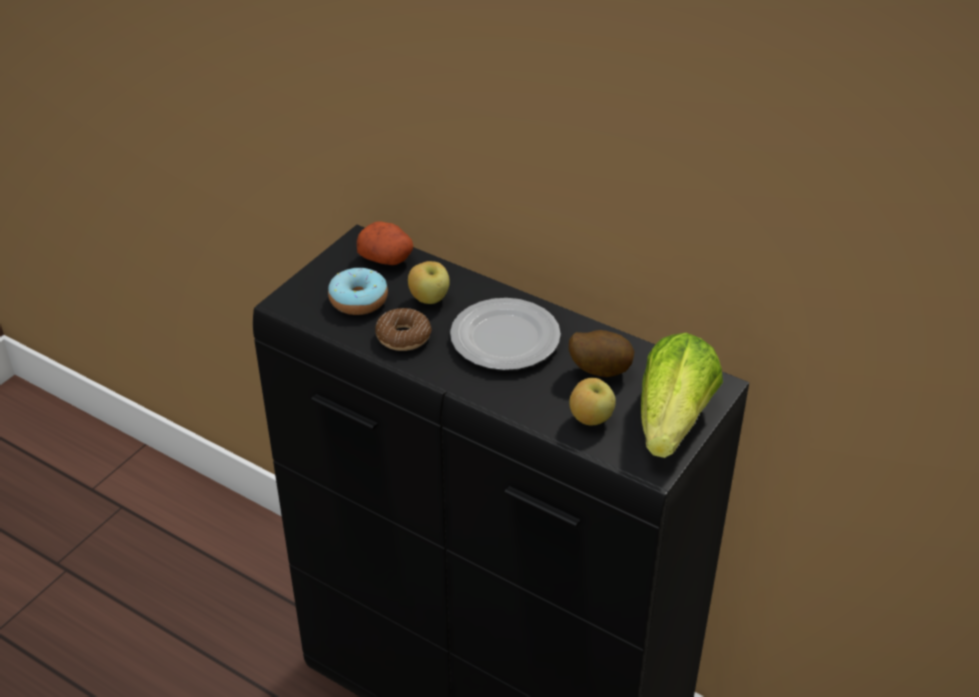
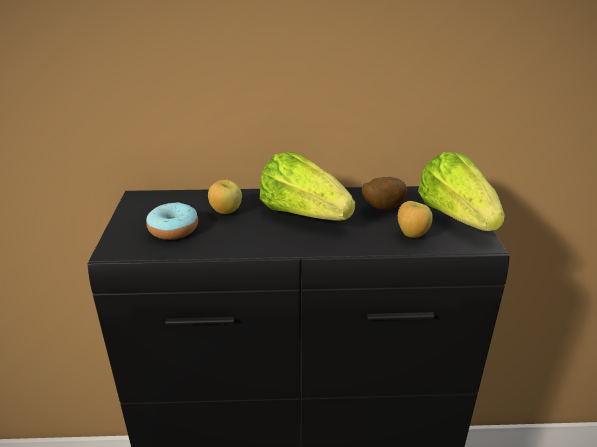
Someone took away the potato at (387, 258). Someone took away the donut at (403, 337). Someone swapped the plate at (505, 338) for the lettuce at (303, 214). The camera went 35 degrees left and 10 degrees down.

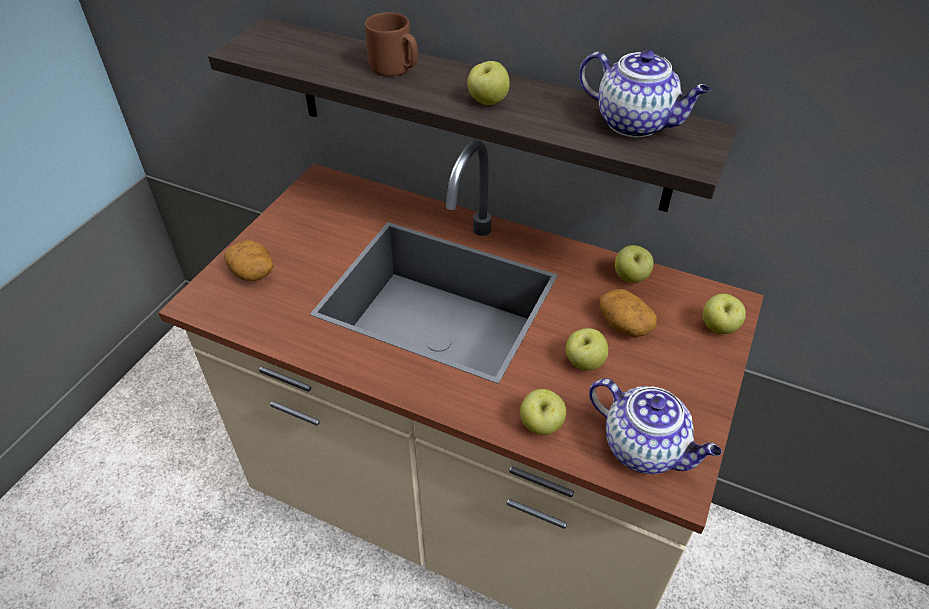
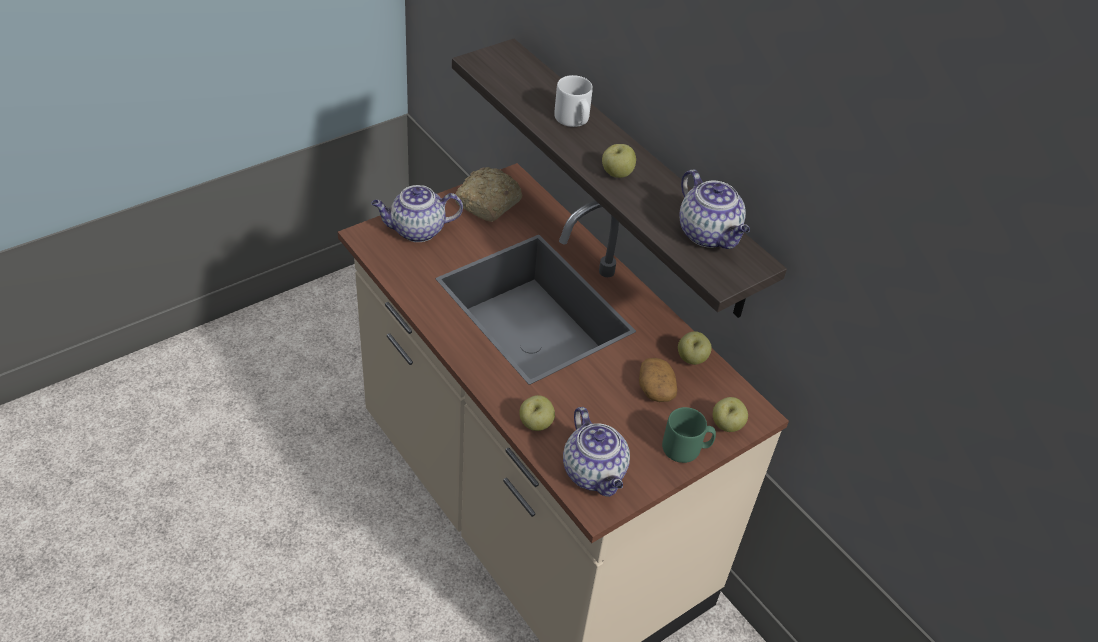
Someone took away the apple at (584, 363). Someone put down the bread at (486, 204). Someone put down the green mug at (686, 448). Someone swapped the potato at (253, 272) for the teapot at (416, 230). Someone repainted the brown mug at (395, 68), which became the white mug at (573, 120). The camera went 25 degrees right and 0 degrees up.

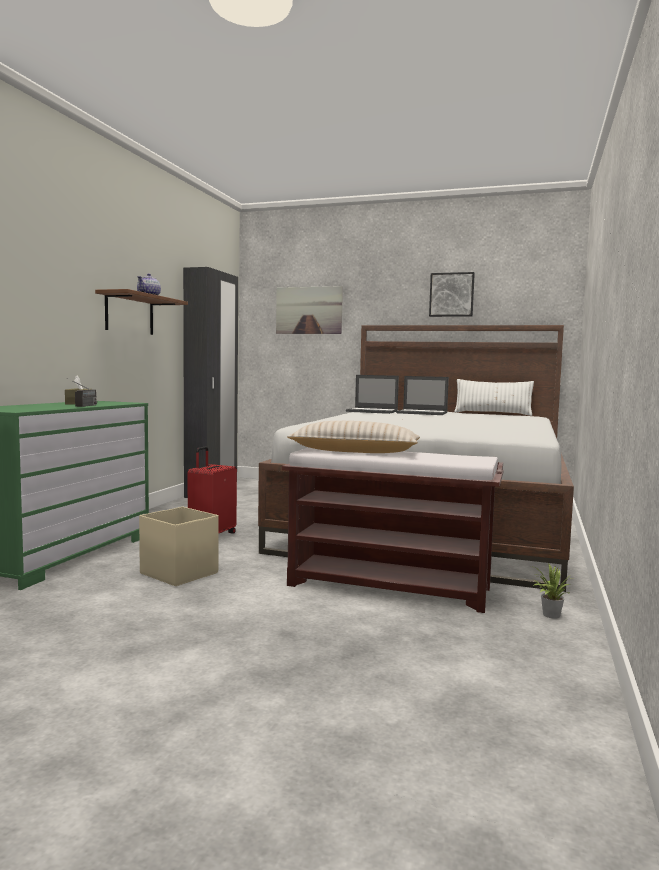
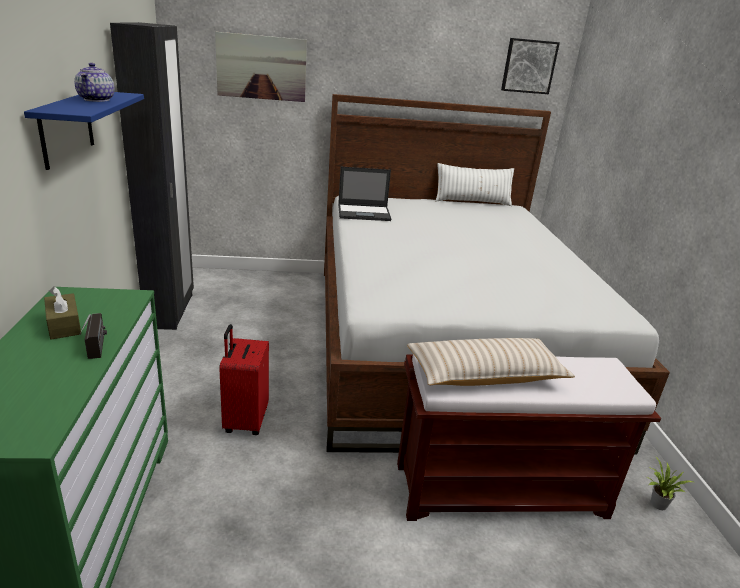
Someone took away the beige storage box at (179, 573). Someone took away the laptop at (423, 413). Someone carried the picture from (451, 295) to (528, 66). Someone repainted the brown shelf at (129, 314), which became the blue shelf at (66, 128). The camera went 25 degrees left and 20 degrees up.

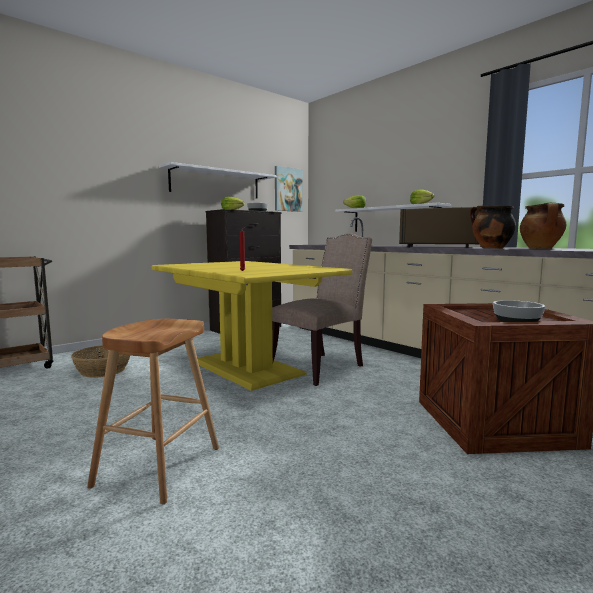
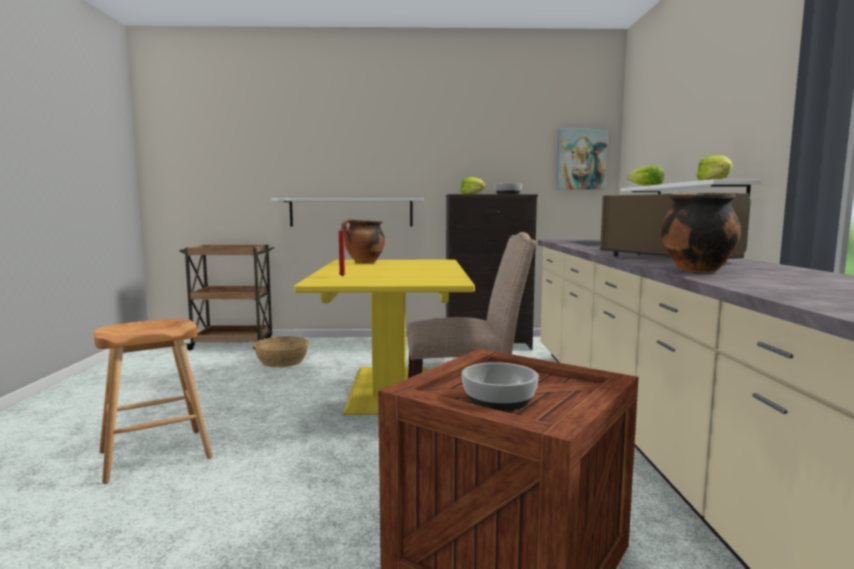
Someone carried the white shelf from (216, 183) to (351, 212). Someone carried the cooking pot from (541, 248) to (364, 263). The camera went 40 degrees right and 0 degrees up.

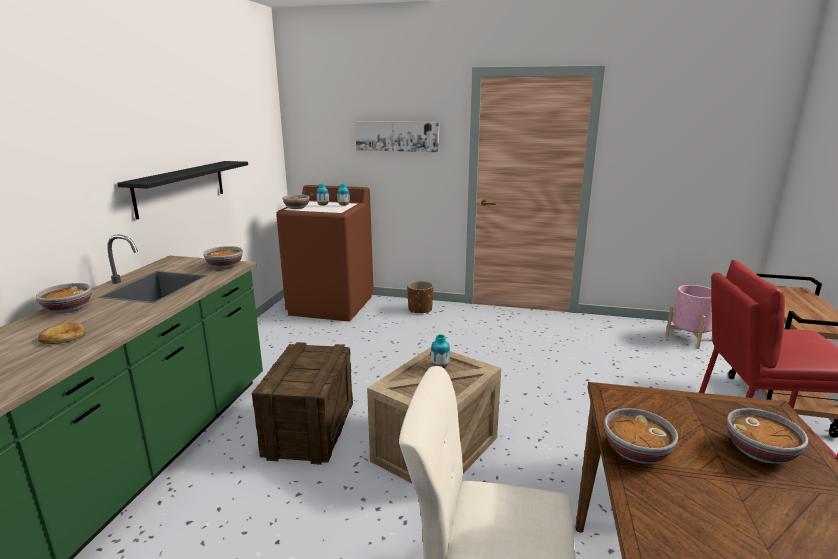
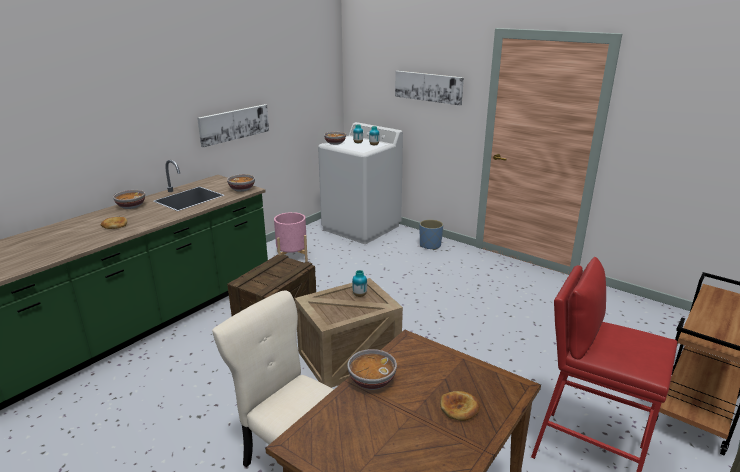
Someone carried the pink planter from (689, 338) to (292, 256). Someone swapped the black shelf at (181, 187) for the picture at (234, 124). Someone swapped the bowl at (760, 452) for the bread at (459, 408). Someone repainted the brown washing machine at (331, 305), which became the white washing machine at (361, 228). Someone repainted the brown planter at (420, 310), which became the blue planter at (430, 245). The camera went 25 degrees right and 5 degrees up.

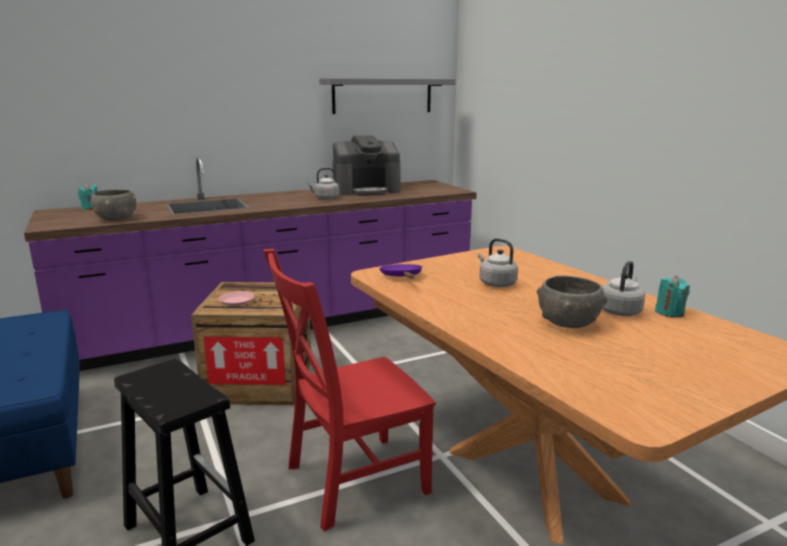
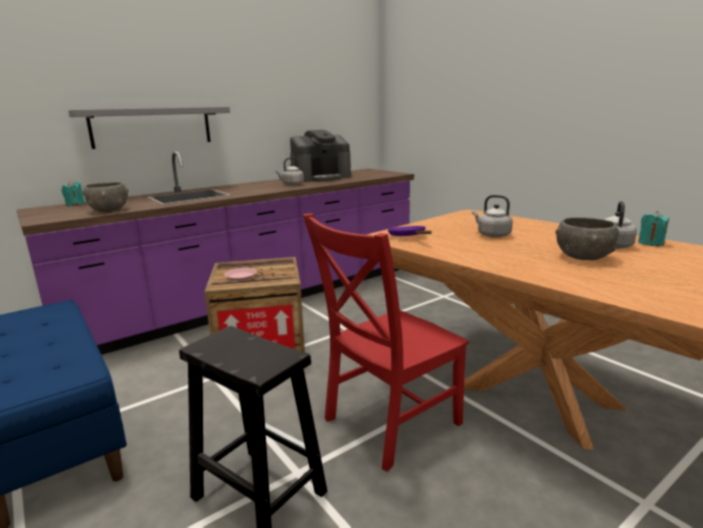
Someone carried the grey shelf from (382, 96) to (152, 127). The camera went 10 degrees left and 0 degrees up.

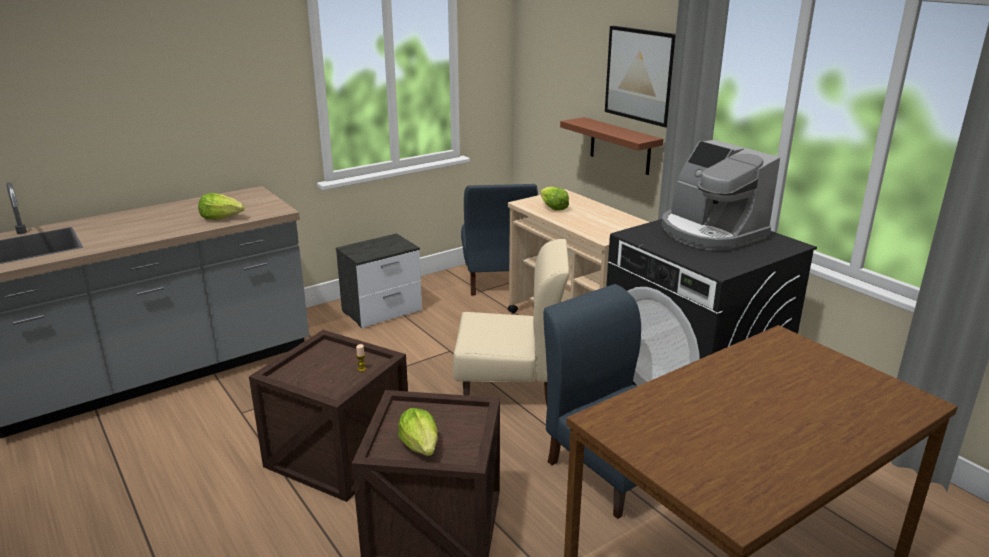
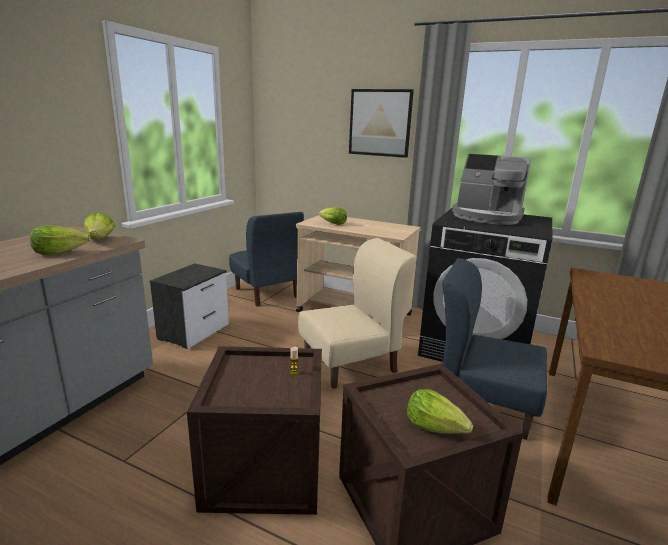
Someone took away the brown shelf at (620, 146). Someone put down the lettuce at (100, 240). The camera went 30 degrees left and 5 degrees down.

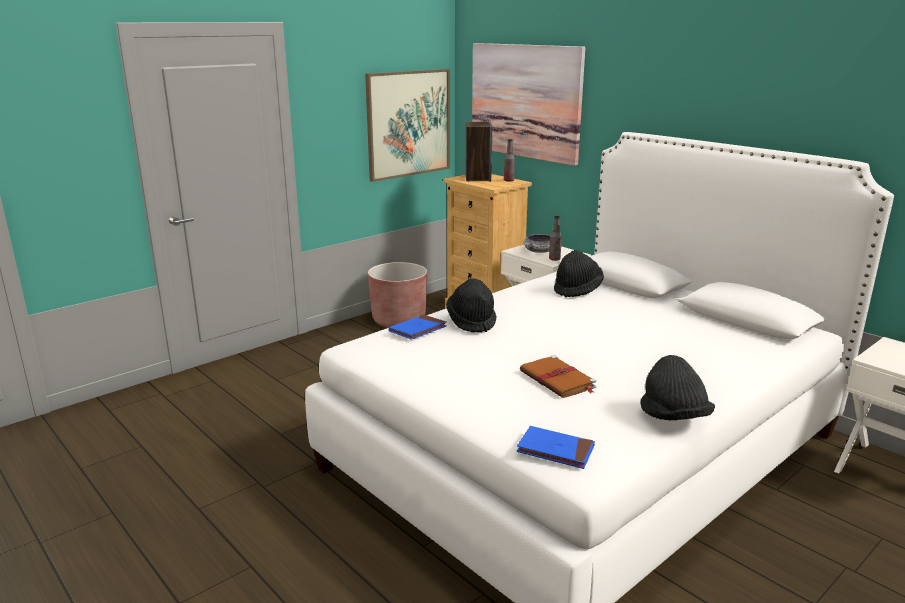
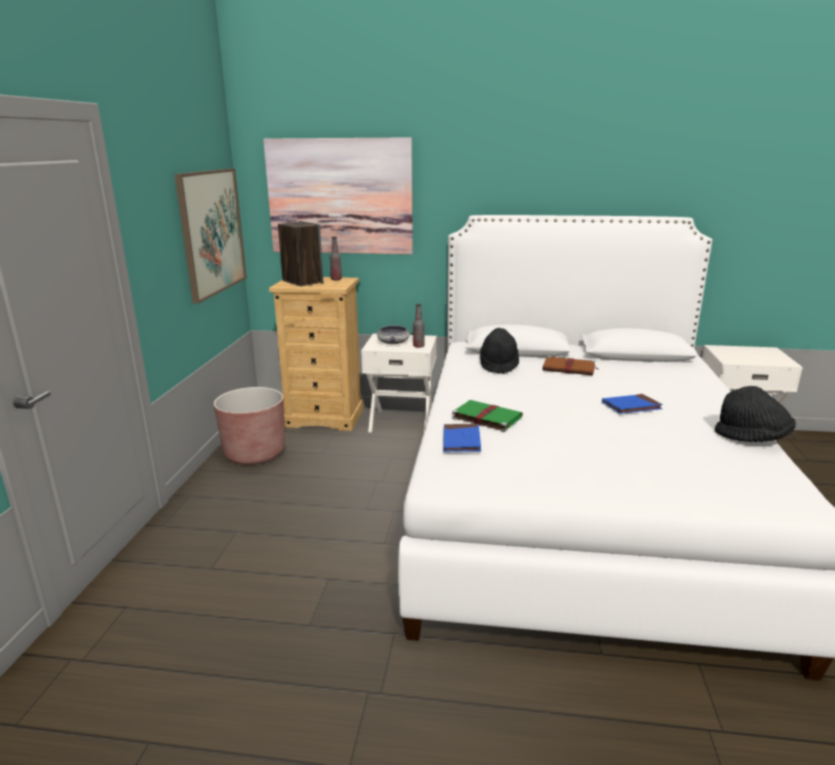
Someone carried the blue book from (555, 450) to (631, 406). Someone carried the brown book from (558, 380) to (570, 368). Someone swapped the black hat at (472, 321) for the green book at (485, 417). The camera went 40 degrees left and 0 degrees up.

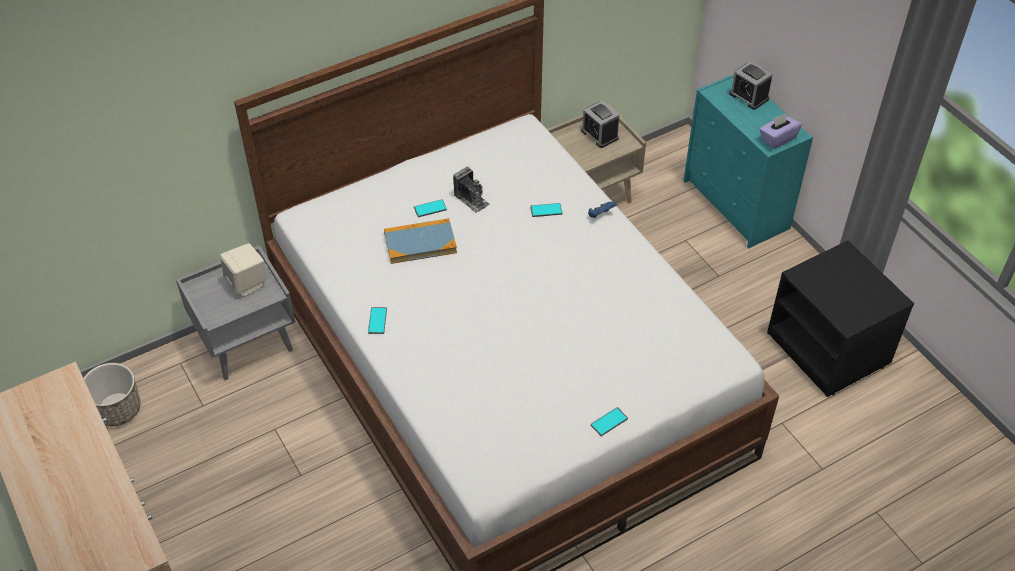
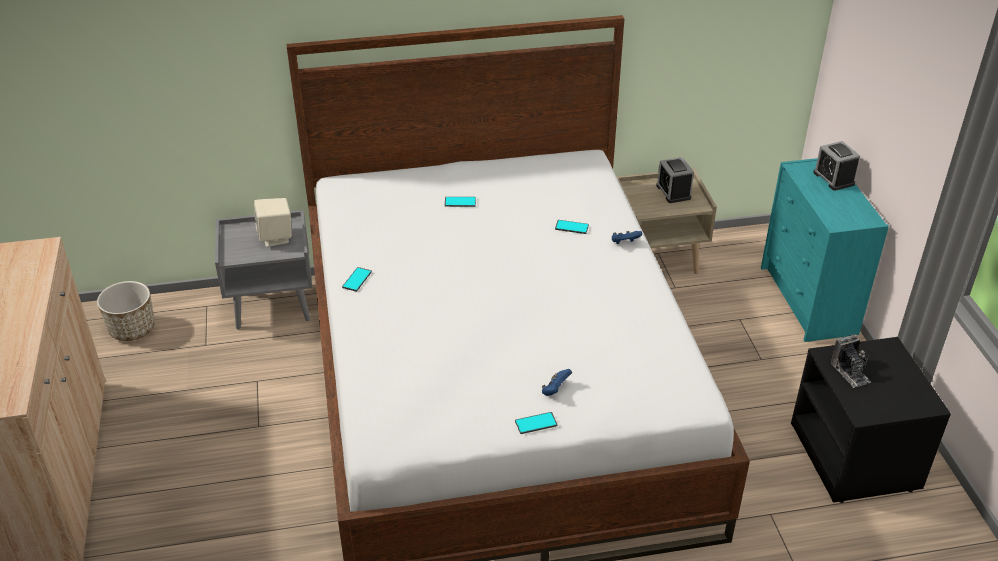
Someone took away the book at (420, 243). Someone took away the purple tissue box at (777, 139). Someone put down the blue game controller at (555, 390). Someone carried the photo camera from (471, 199) to (850, 372). The camera went 20 degrees right and 10 degrees down.

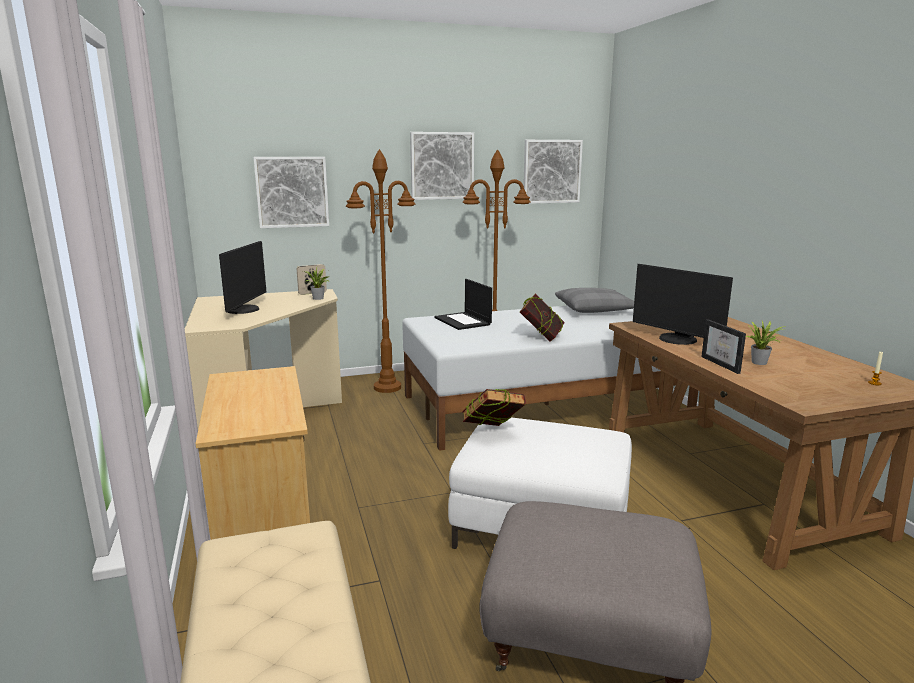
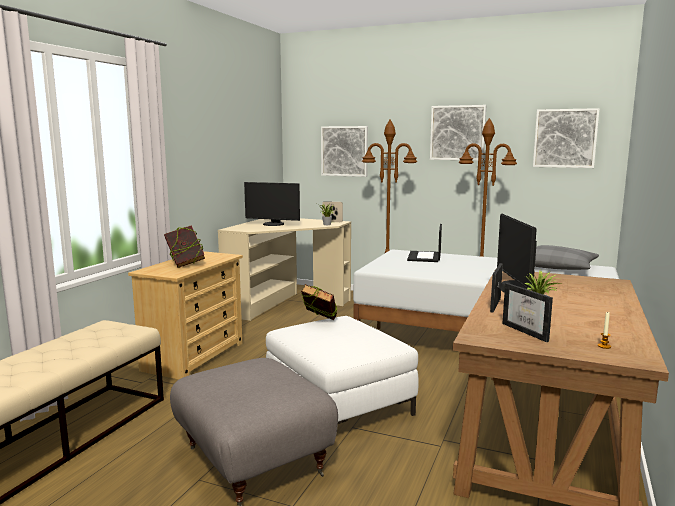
Someone put down the picture frame at (530, 332). Someone carried the book from (541, 337) to (185, 264). Someone rotated the monitor at (244, 310) by 60 degrees clockwise. The camera went 40 degrees right and 5 degrees down.

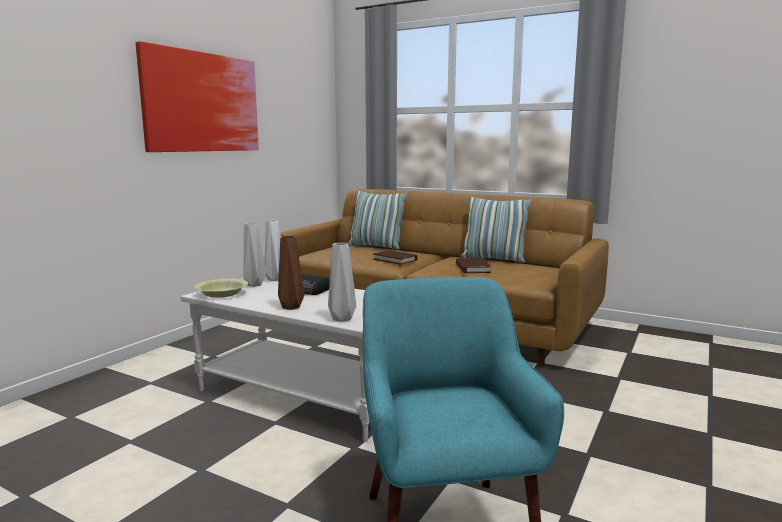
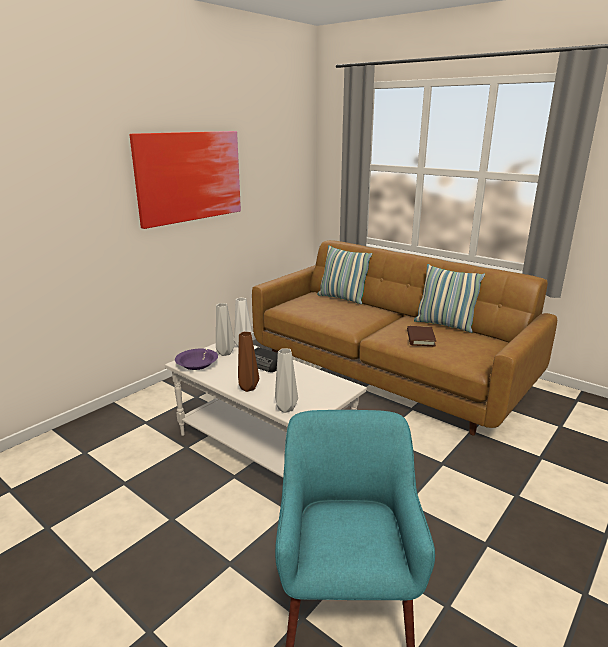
Someone took away the brown book at (395, 260). Someone repainted the yellow bowl at (222, 294), which became the purple bowl at (197, 364). The camera went 10 degrees right and 10 degrees up.

